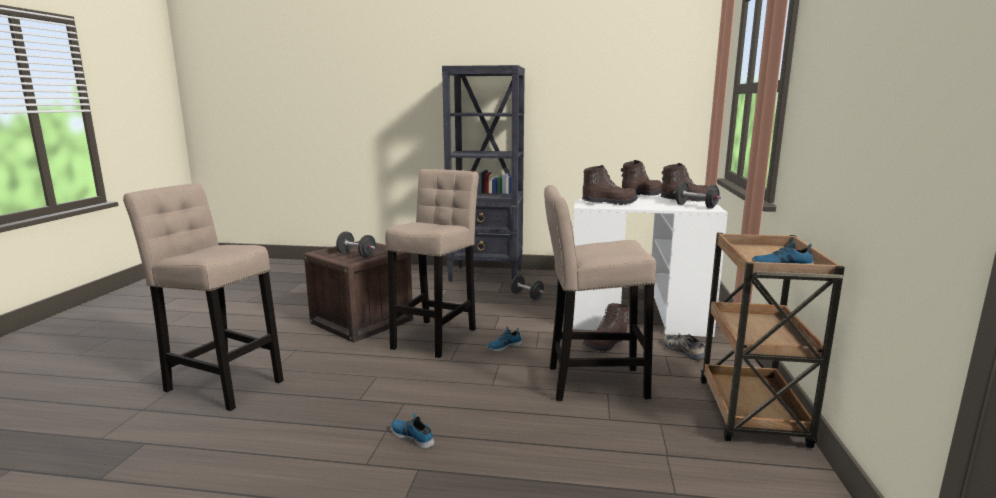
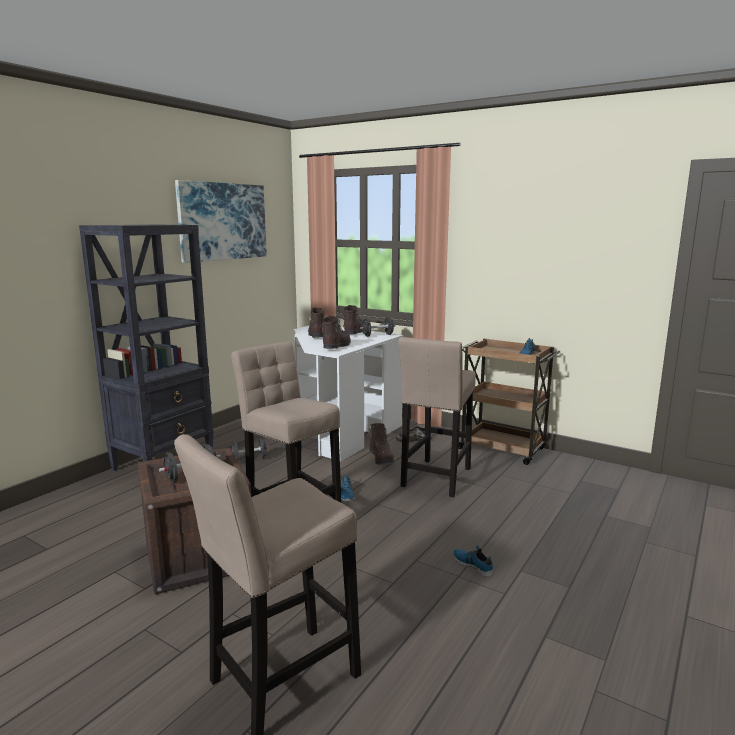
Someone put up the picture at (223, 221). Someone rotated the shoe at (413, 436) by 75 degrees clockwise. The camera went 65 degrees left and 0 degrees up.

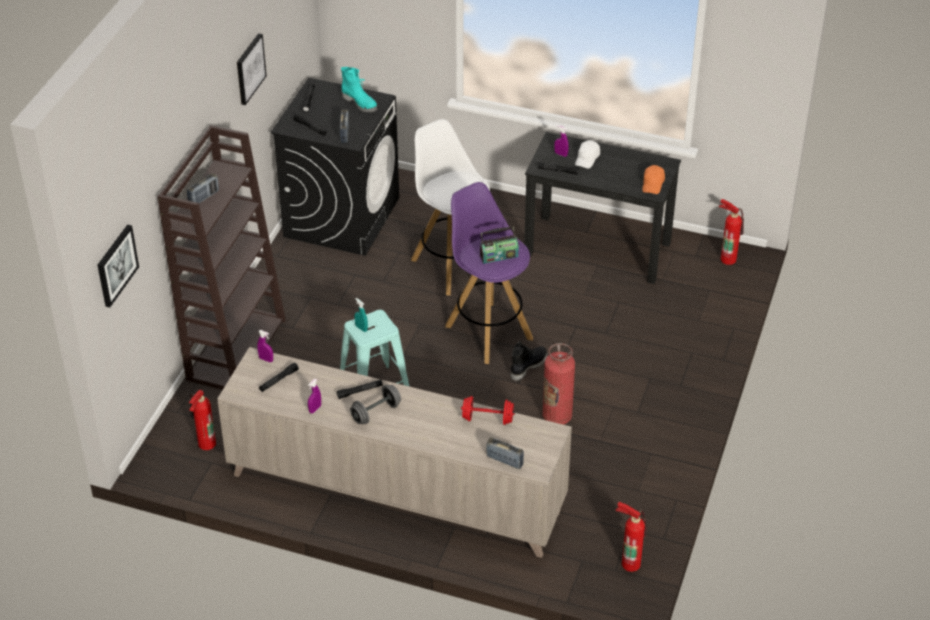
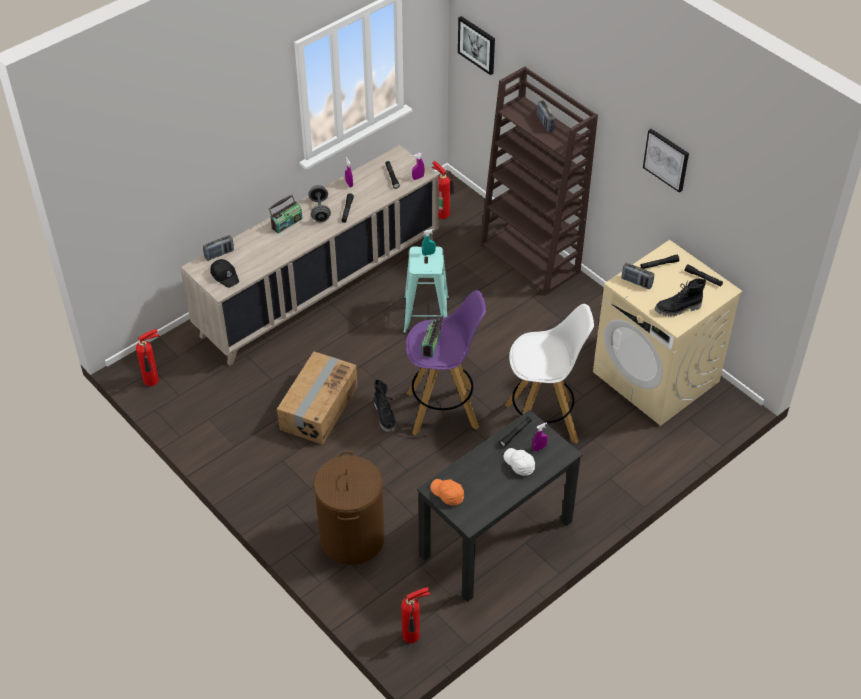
Someone took away the red dumbbell at (487, 419). Someone put down the black cap at (225, 276). Someone put down the radio at (286, 223). Someone put down the brown laundry basket at (351, 538). Someone swapped the fire extinguisher at (557, 416) for the cardboard box at (318, 408). Someone repainted the black washing machine at (341, 217), which became the beige washing machine at (656, 377). Someone repainted the turquoise boot at (360, 103), which became the black boot at (678, 309). The camera went 120 degrees right and 5 degrees up.

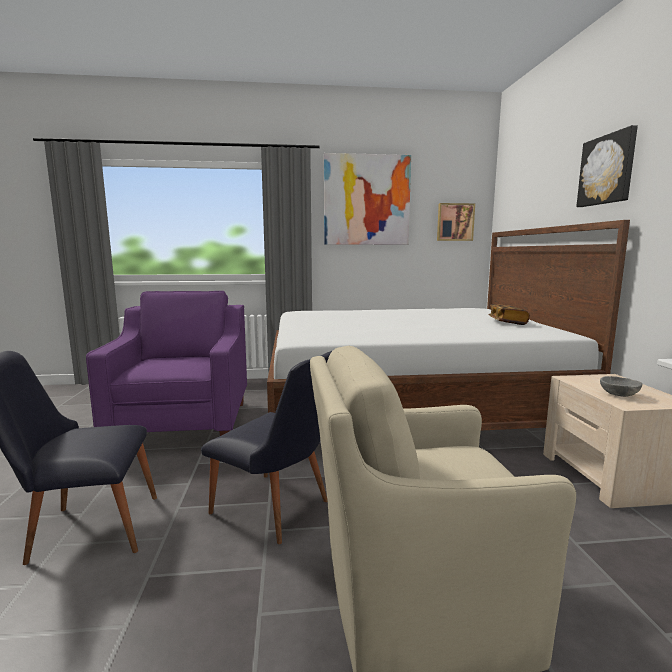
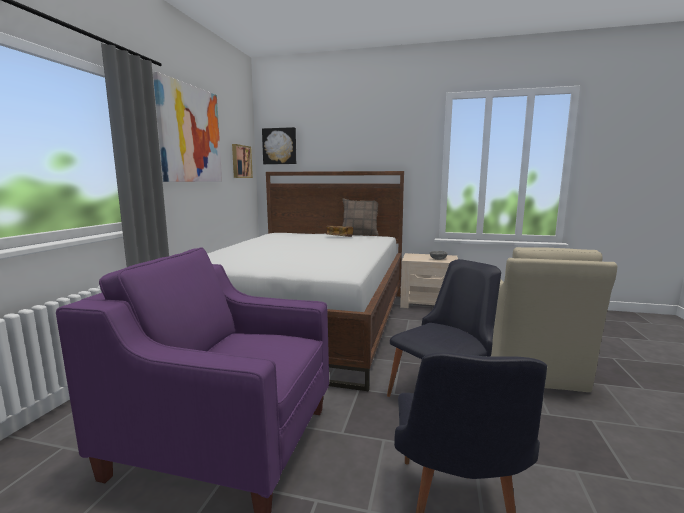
Someone put down the pillow at (360, 234). Someone carried the picture from (607, 170) to (279, 146). The camera went 70 degrees left and 0 degrees up.

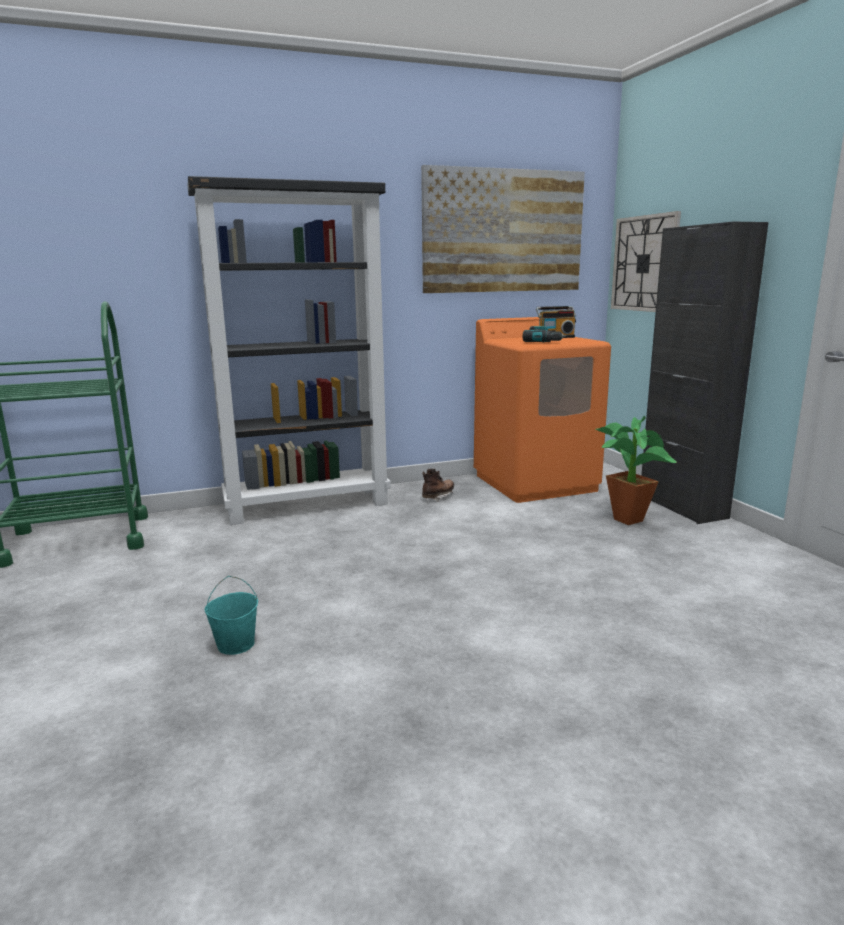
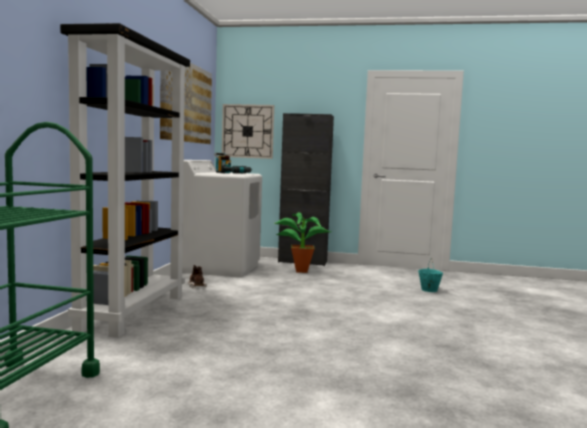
Someone carried the turquoise bucket from (236, 644) to (429, 290). Someone repainted the orange washing machine at (536, 483), which became the white washing machine at (221, 268). The camera went 60 degrees left and 10 degrees down.

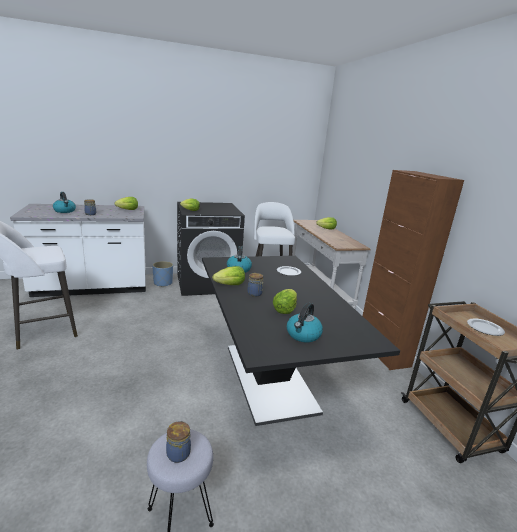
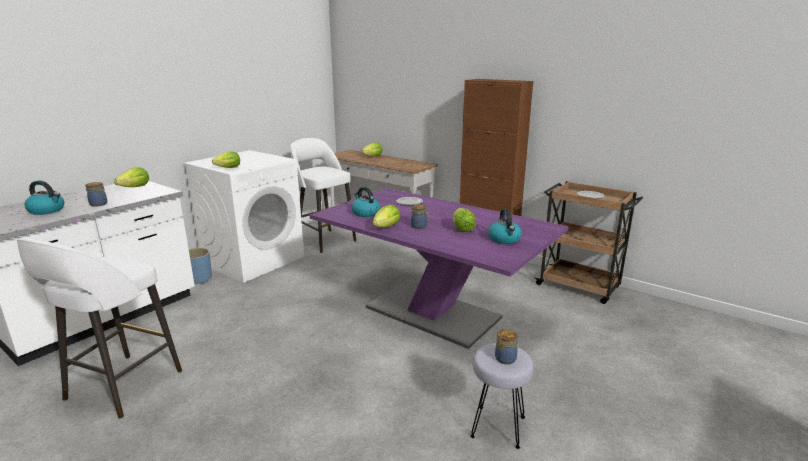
Someone repainted the black washing machine at (207, 283), which became the white washing machine at (253, 260). Someone repainted the black dining table at (269, 377), which became the purple dining table at (432, 312). The camera went 35 degrees left and 0 degrees up.

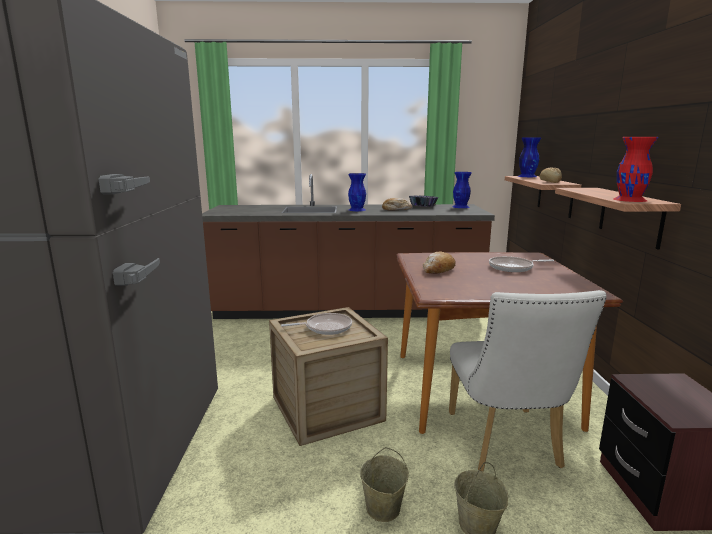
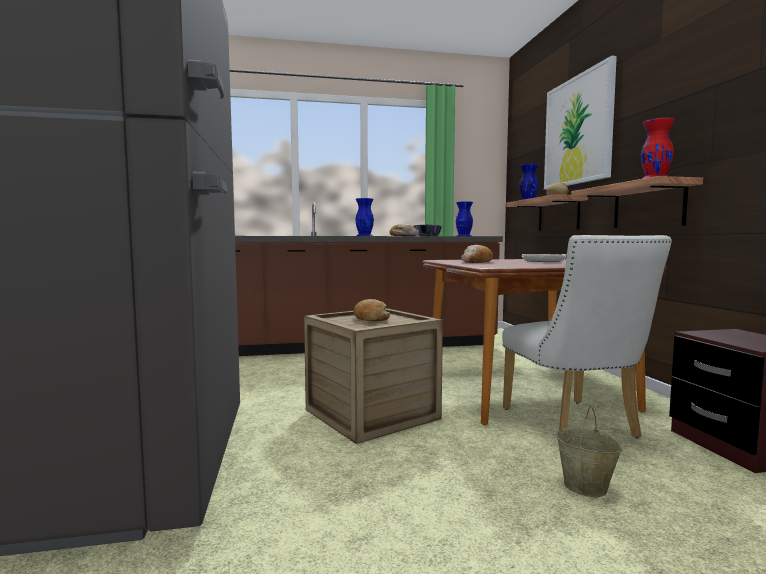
Someone took away the beige bucket at (383, 509). Someone put up the picture at (578, 130). Someone swapped the frying pan at (326, 328) for the bread at (370, 318). The camera went 10 degrees left and 10 degrees down.

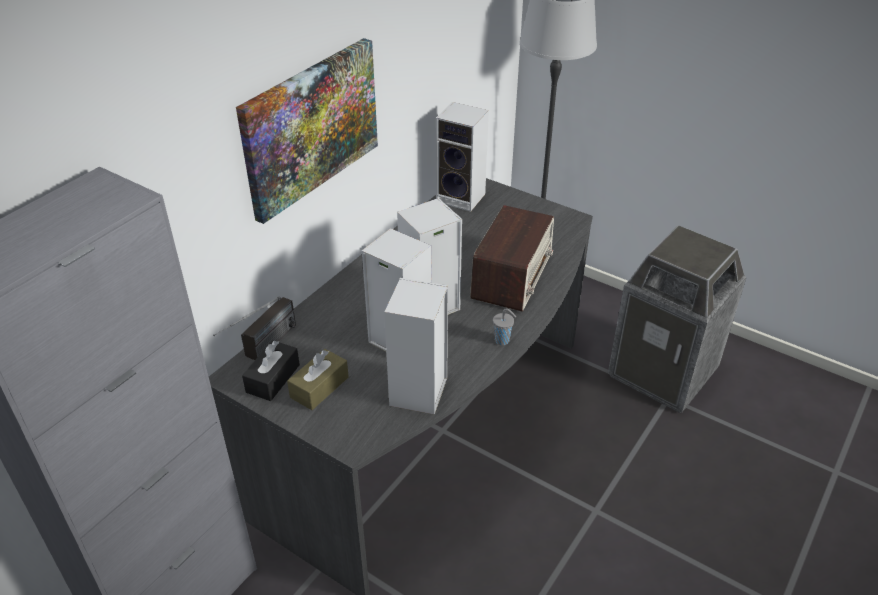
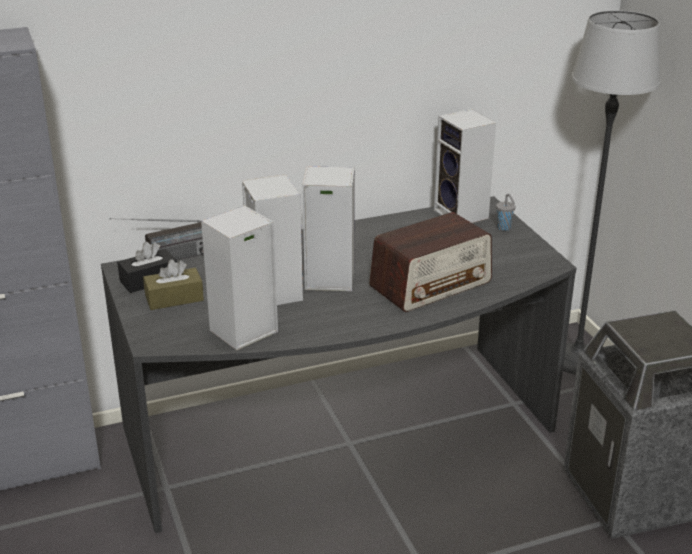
Someone took away the picture at (310, 127). Someone carried the grey cup from (503, 340) to (504, 228). The camera went 35 degrees right and 10 degrees down.

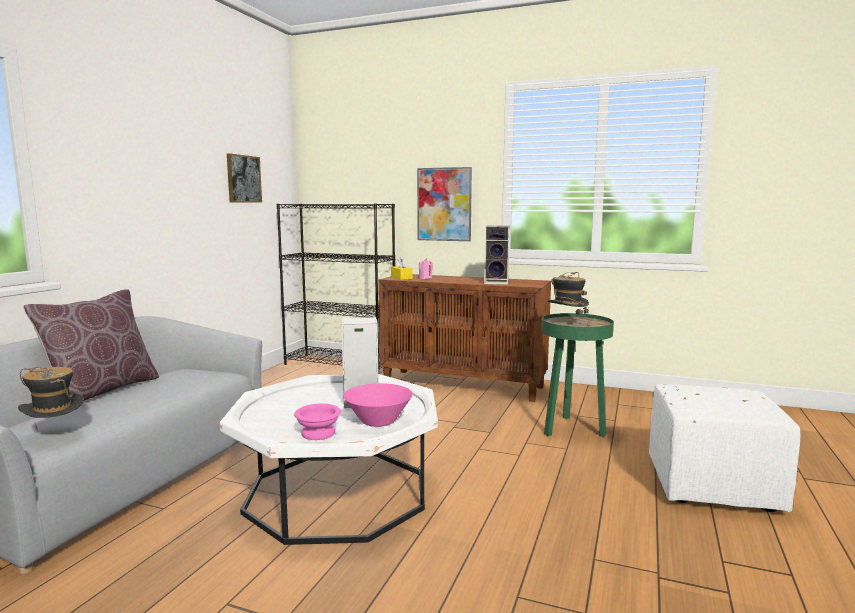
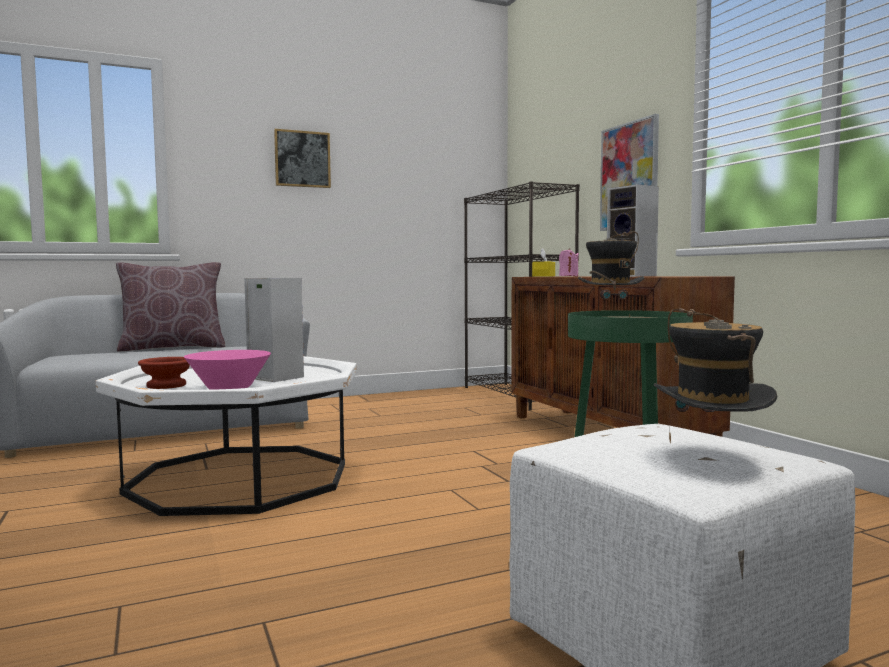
Someone carried the hat from (55, 435) to (710, 457). Someone carried the picture from (243, 179) to (302, 159). Someone repainted the pink bowl at (319, 433), which became the brown bowl at (168, 385). The camera went 45 degrees right and 5 degrees down.

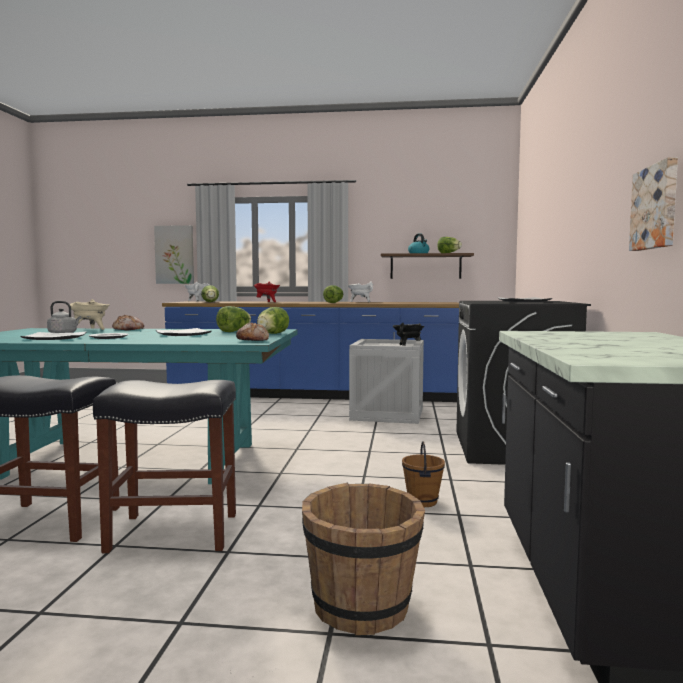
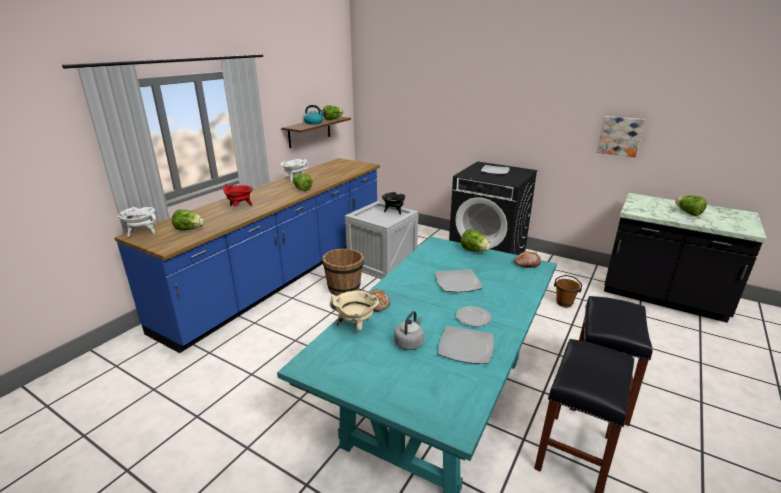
Someone took away the picture at (174, 255). Someone carried the lettuce from (234, 331) to (688, 213). Someone carried the brown bucket from (362, 607) to (344, 288). The camera went 65 degrees left and 20 degrees up.

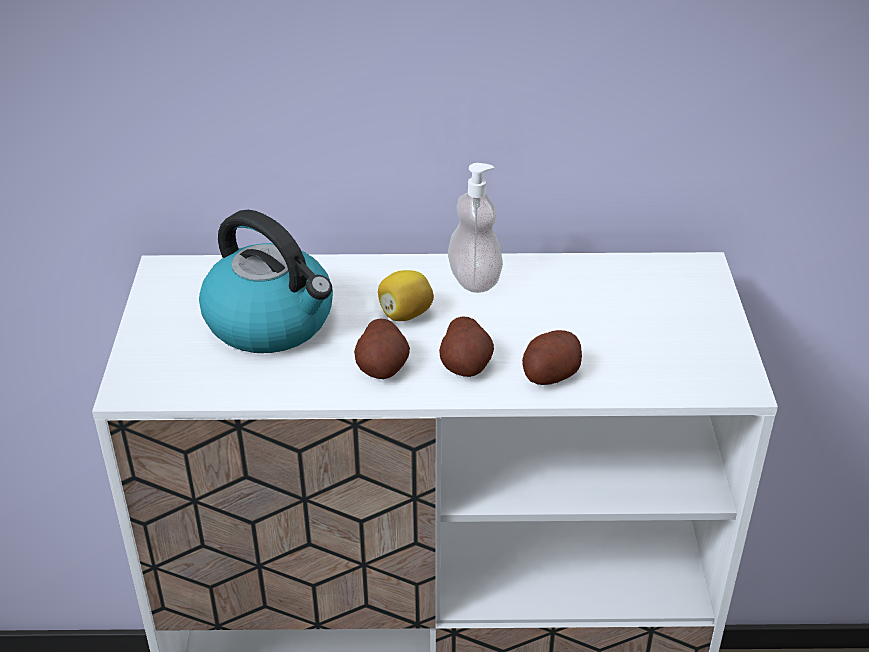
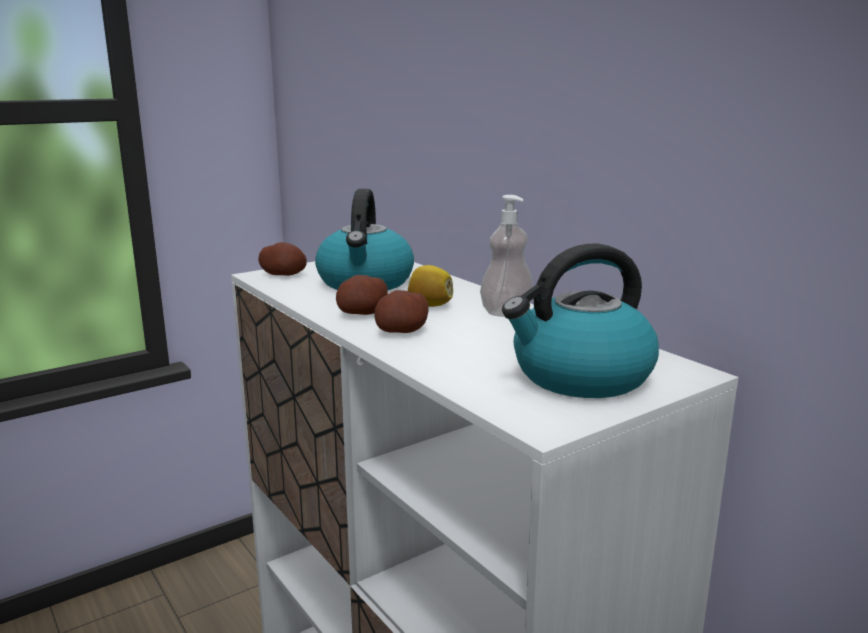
Someone put down the kettle at (580, 376). Someone carried the potato from (550, 374) to (283, 275). The camera went 55 degrees right and 20 degrees down.

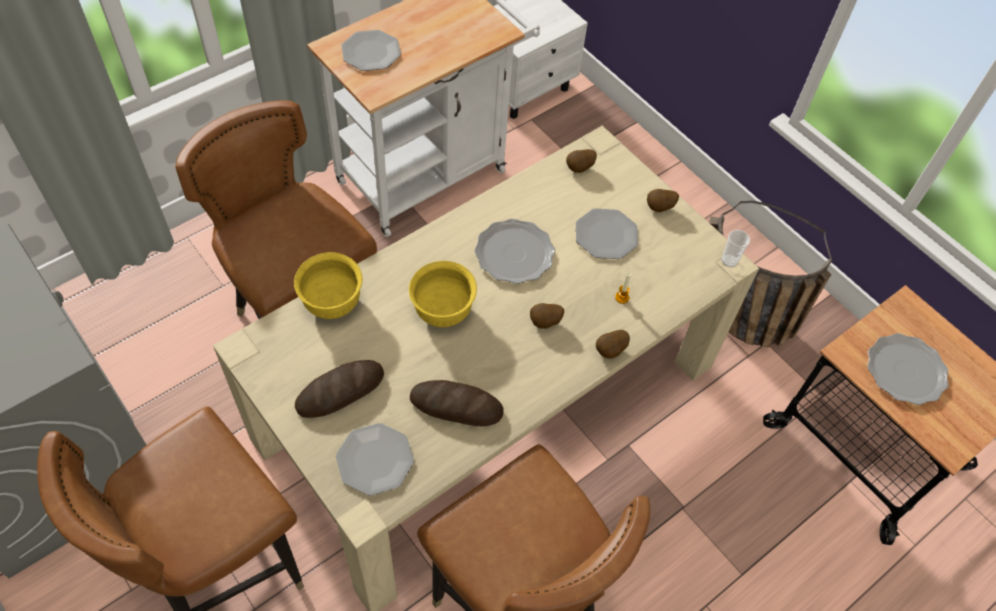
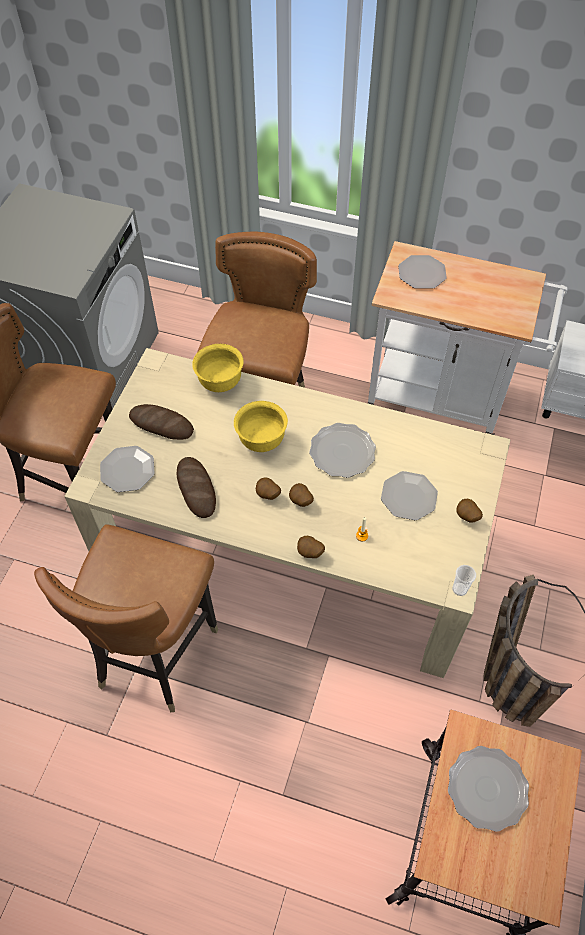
Someone carried the potato from (580, 169) to (267, 495). The camera went 60 degrees right and 0 degrees up.

